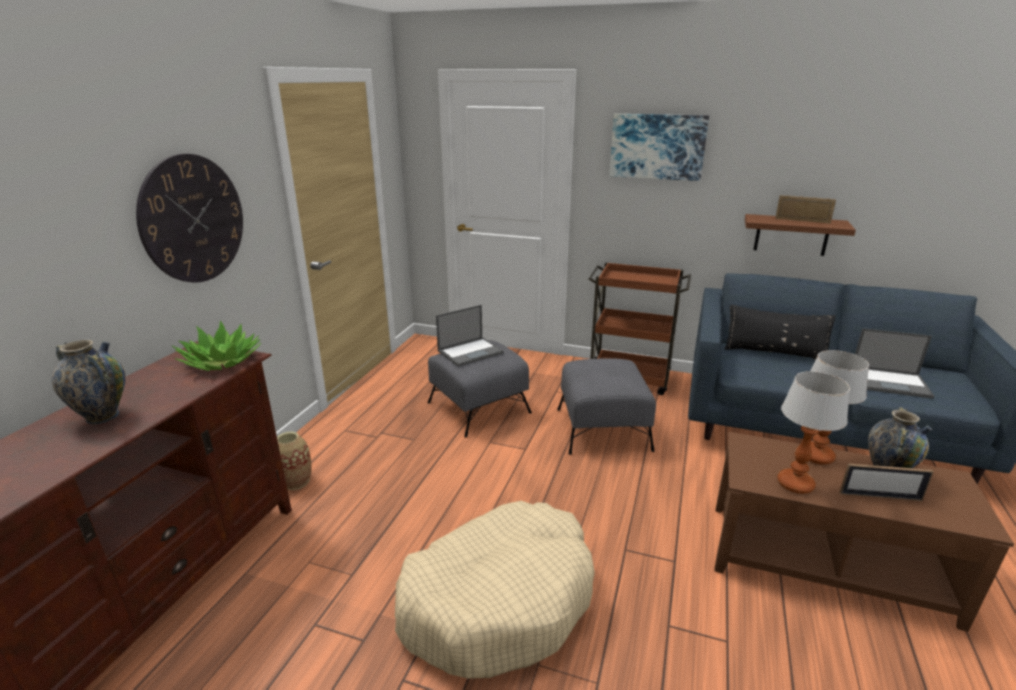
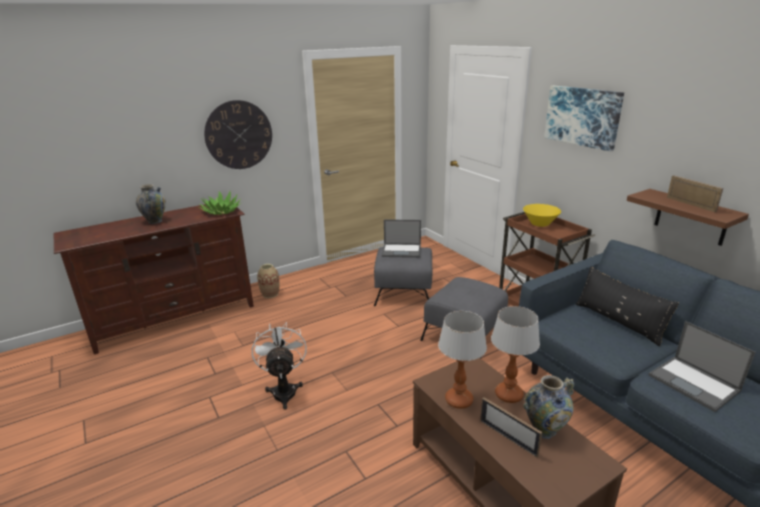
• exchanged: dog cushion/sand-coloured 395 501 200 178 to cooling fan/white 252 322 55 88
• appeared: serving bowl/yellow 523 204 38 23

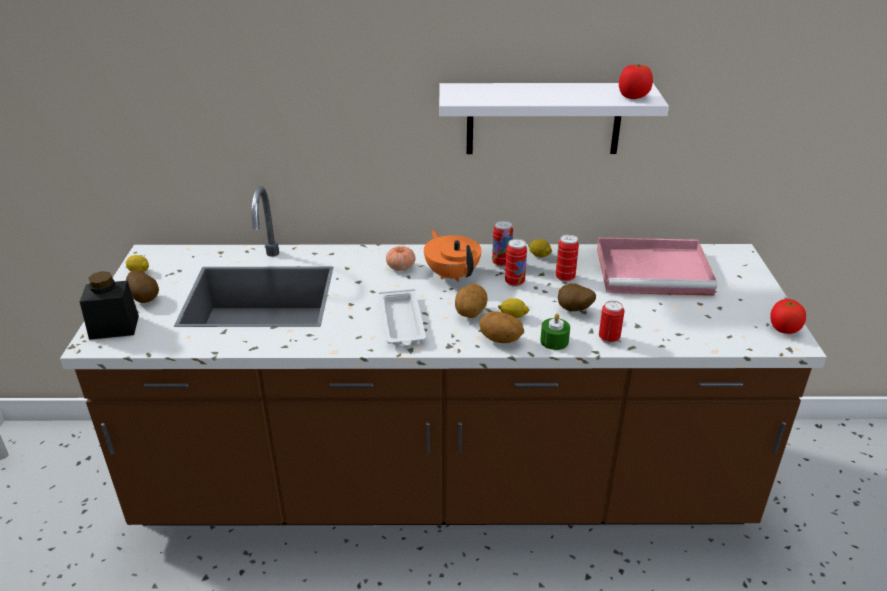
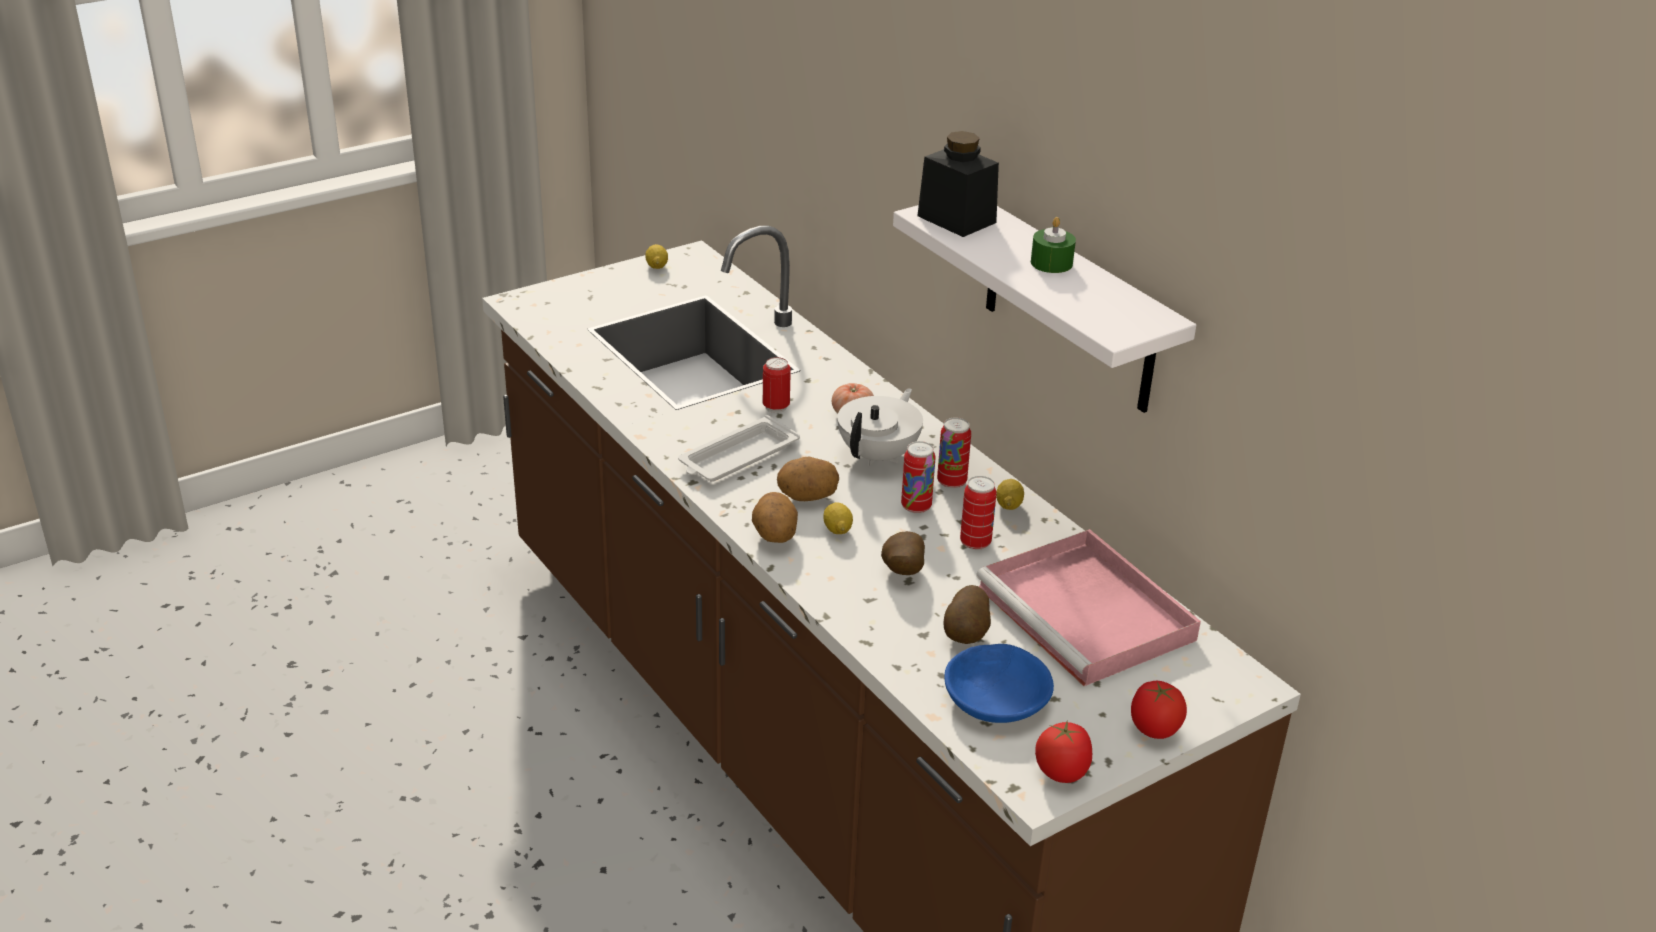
• relocated: whole tomato 619 64 34 35 to 1131 681 56 58
• colour: tea pot/orange 424 230 57 52 to tea pot/white 838 388 85 78
• relocated: spud 126 270 33 33 to 944 585 47 59
• relocated: jar/blackish 80 271 59 69 to 917 131 82 106
• relocated: metal can 599 301 26 43 to 763 357 28 56
• relocated: wax light/greenish 540 313 30 37 to 1031 217 45 56
• appeared: serving bowl/bluish 945 644 109 79

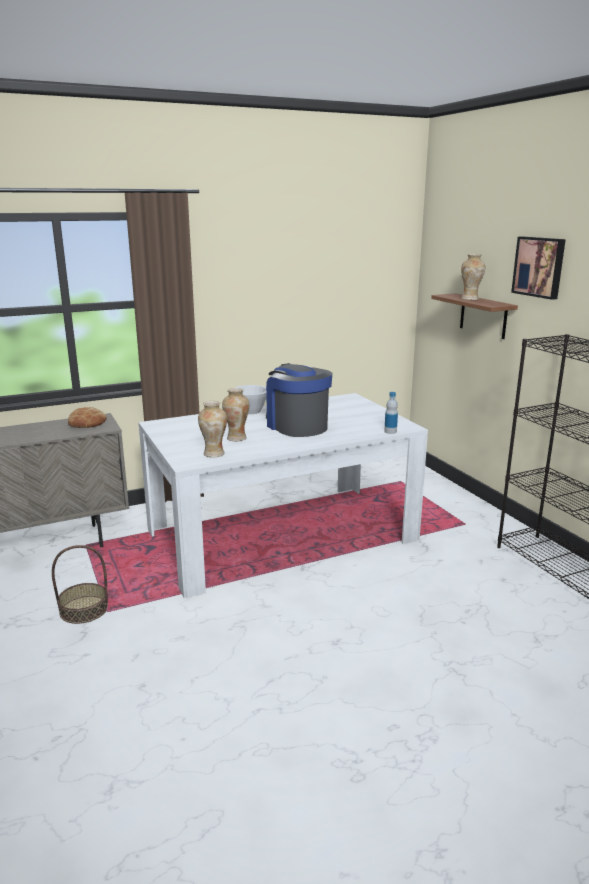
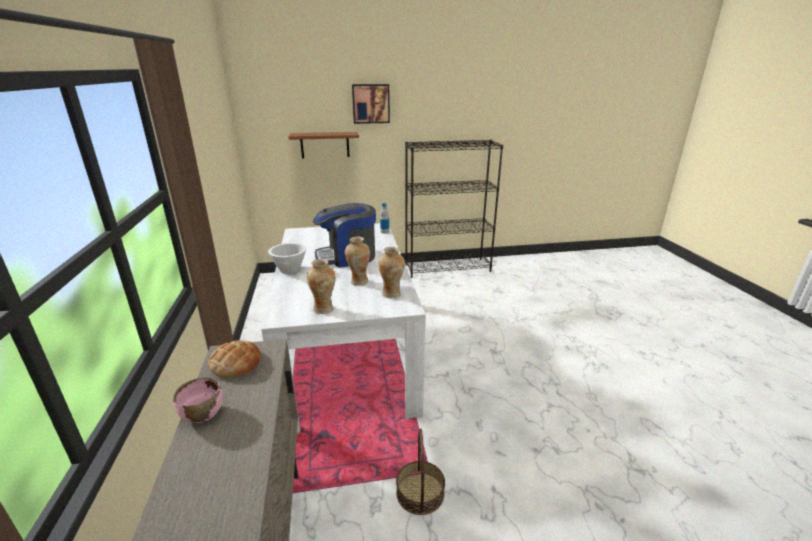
• relocated: flower vase 461 254 24 46 to 307 259 29 55
• appeared: serving bowl/pink-coloured 173 378 50 45

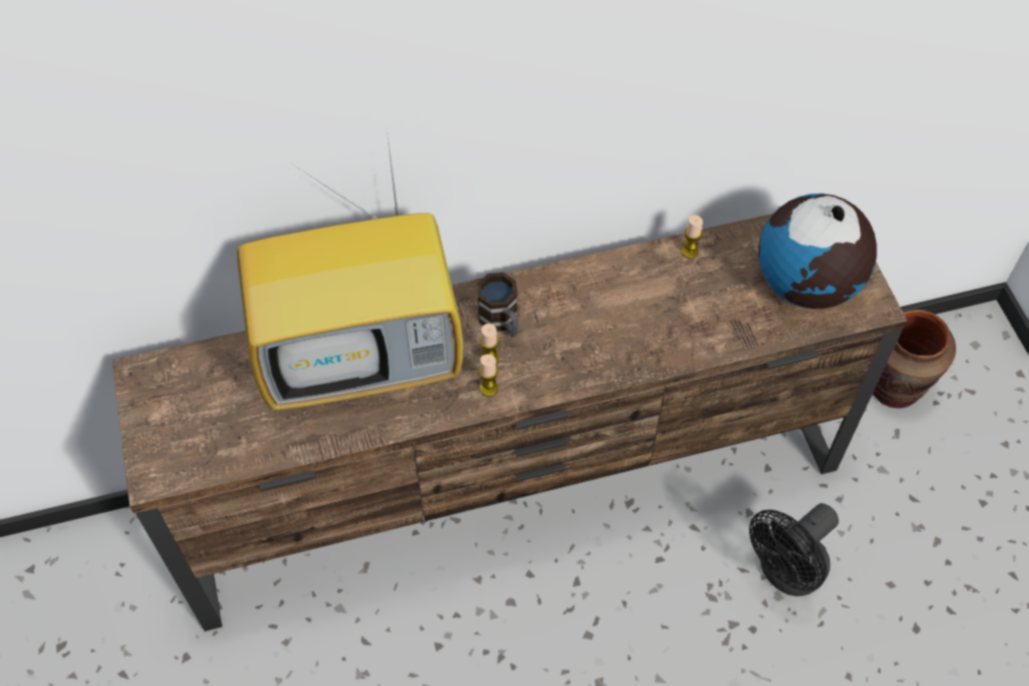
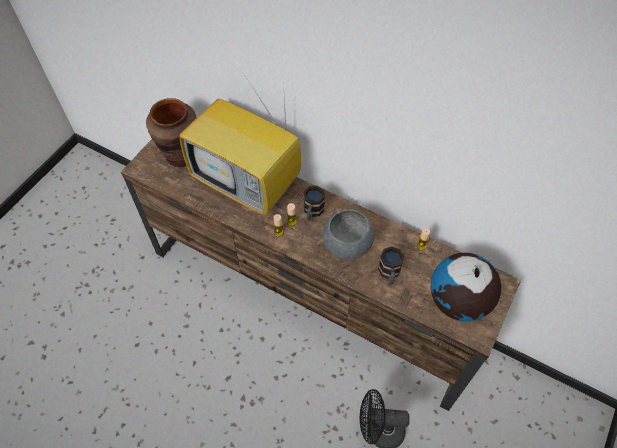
• relocated: flower vase/brown 873 309 83 99 to 146 98 51 69
• appeared: serving bowl/greyish 323 209 52 51
• appeared: mug 378 246 26 39

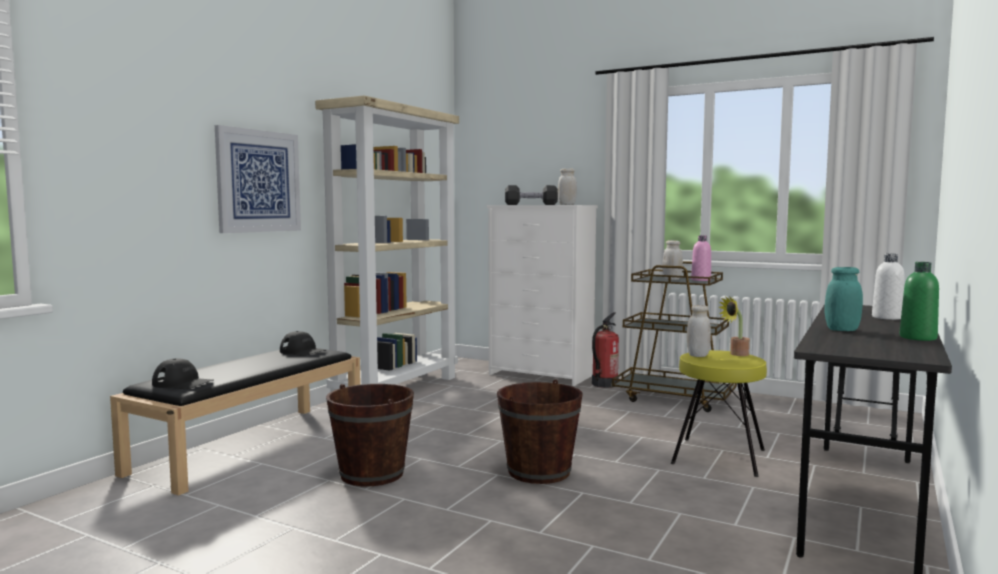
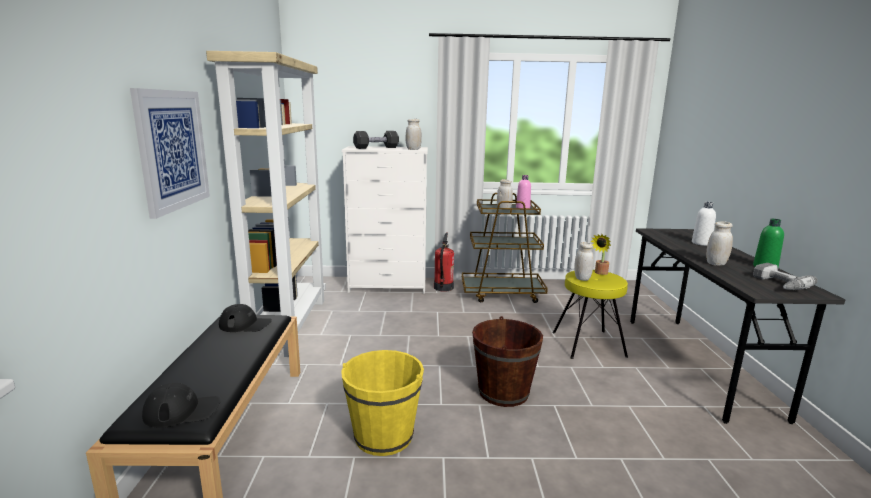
• colour: jar/blue-green 824 267 39 64 to jar/white 706 221 27 45
• colour: water bucket/brown 326 384 88 102 to water bucket/yellow 341 350 83 106
• appeared: power drill 753 263 65 27

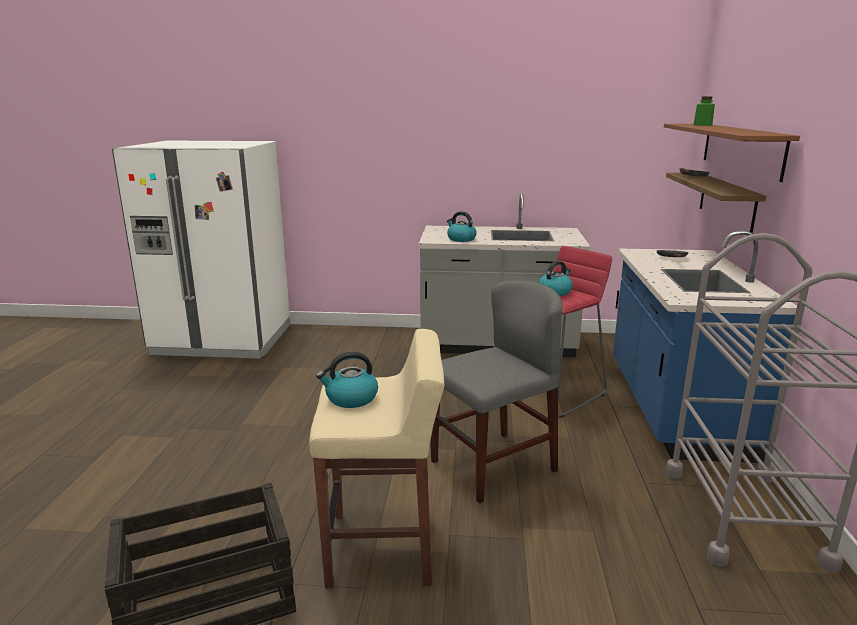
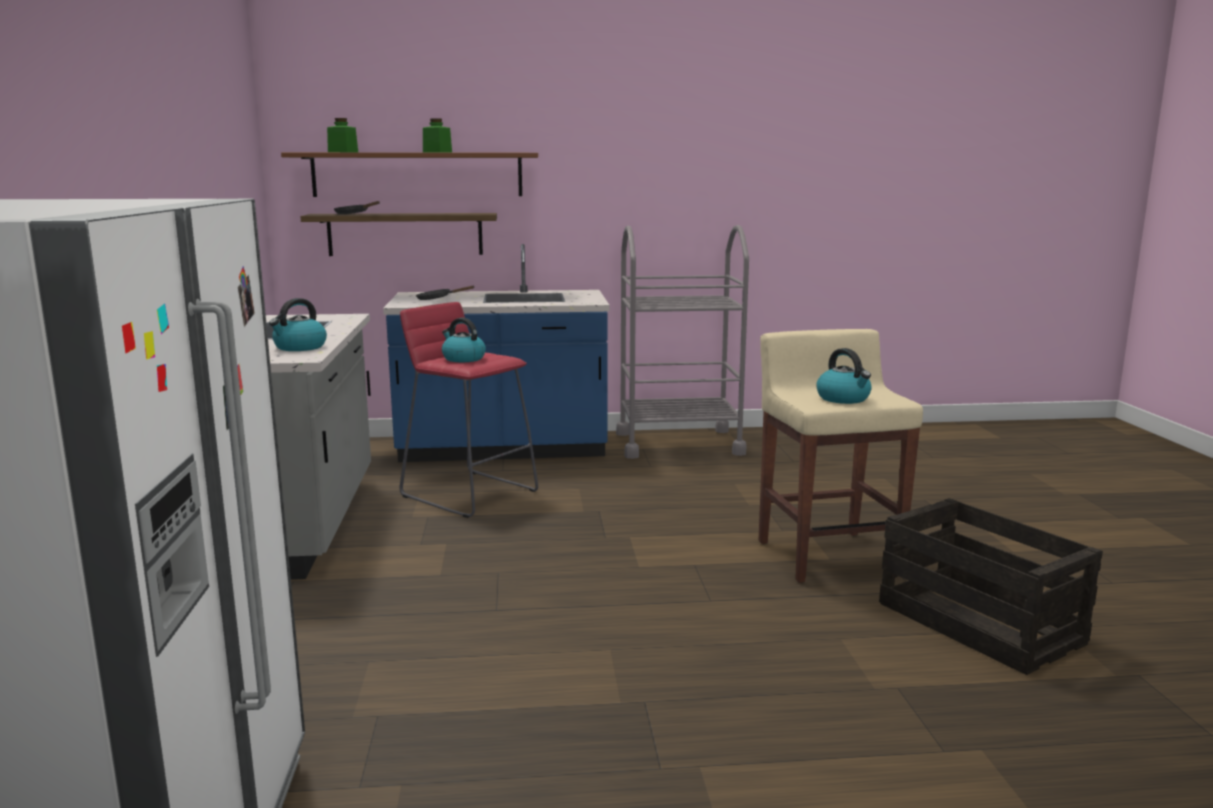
• missing: upright chair/greyish 431 281 131 223
• appeared: jar/greenish 423 118 29 35

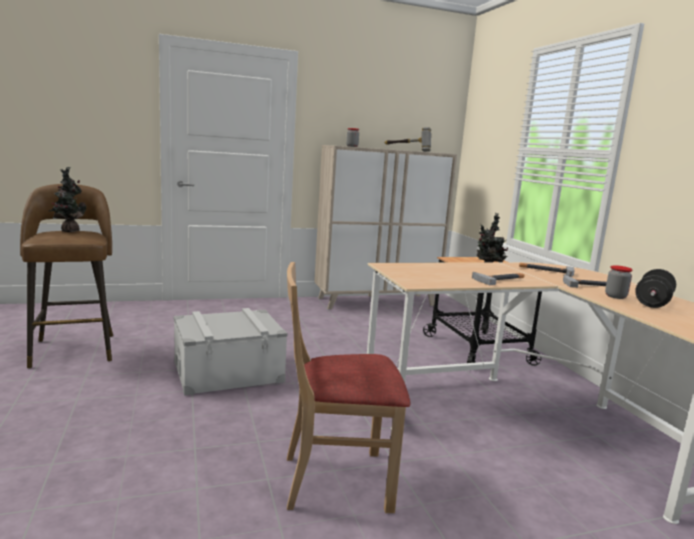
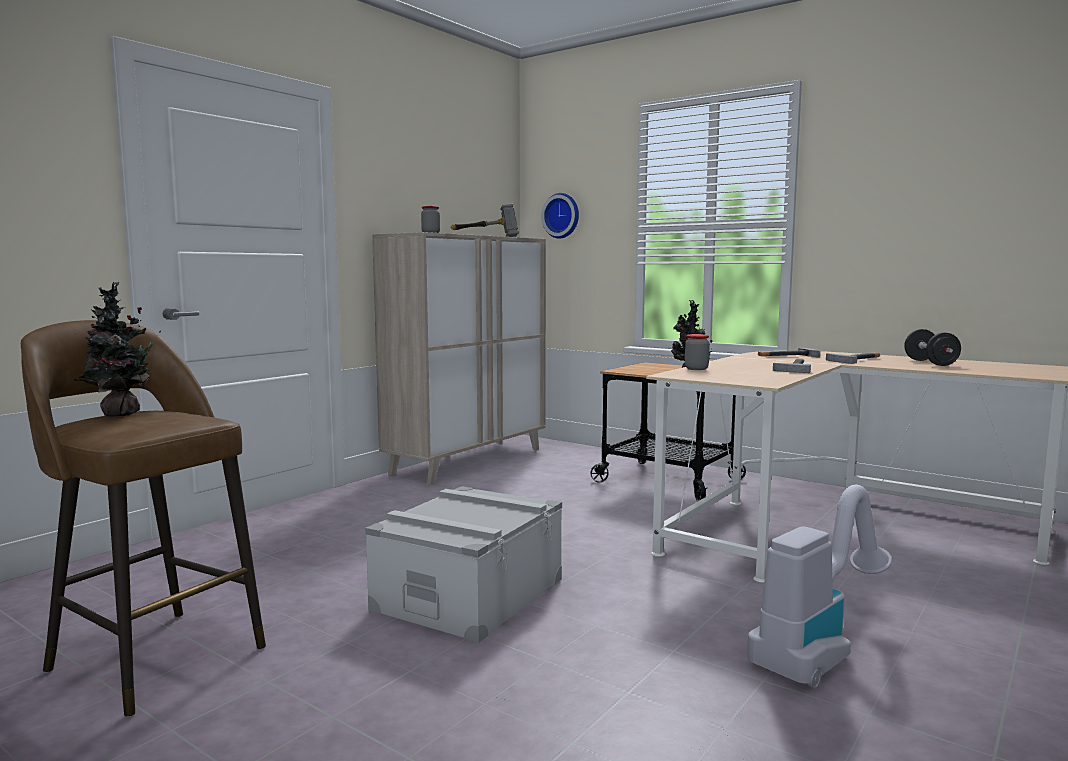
• exchanged: upright chair/sand-coloured 287 262 123 251 to vacuum 747 484 145 205
• relocated: jar 605 265 27 34 to 685 334 25 36
• appeared: hanging clock 541 193 38 46

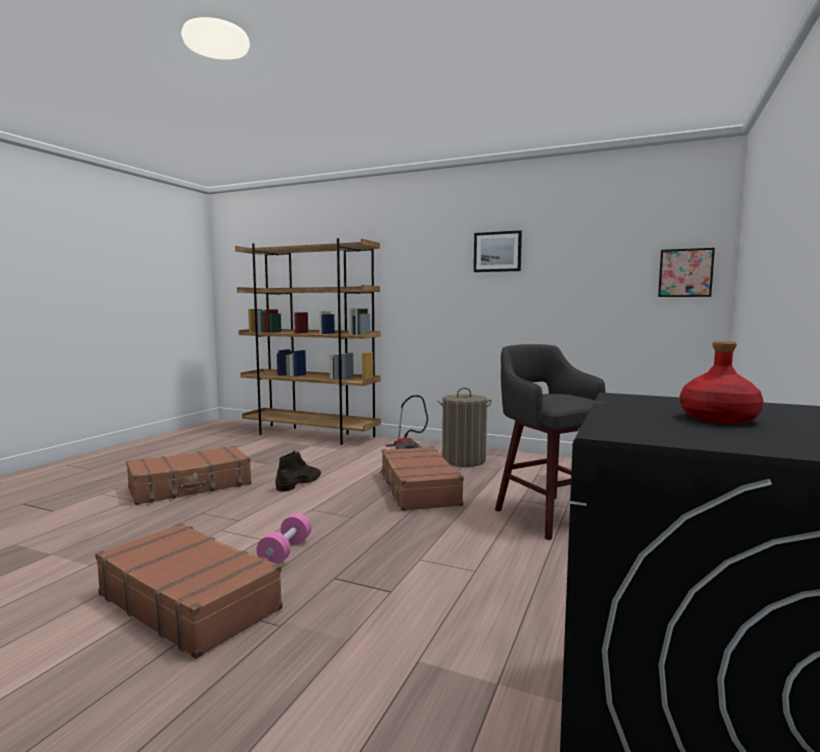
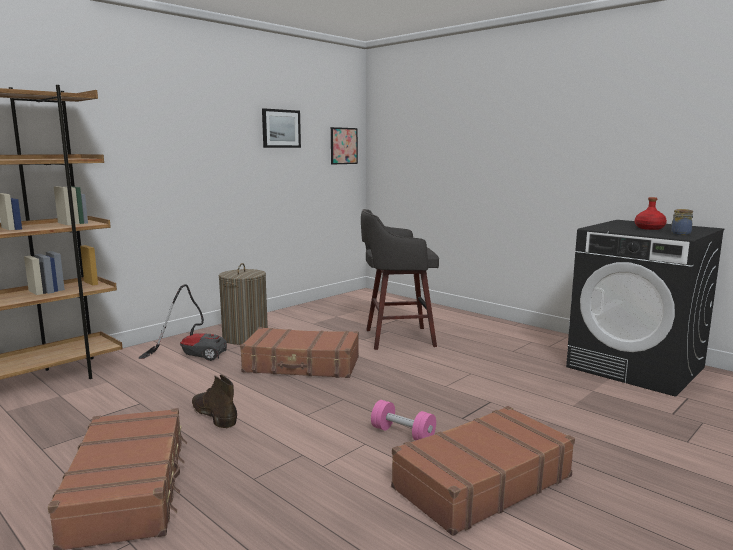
• relocated: wall picture 474 230 48 42 to 262 108 39 40
• appeared: jar 671 209 22 26

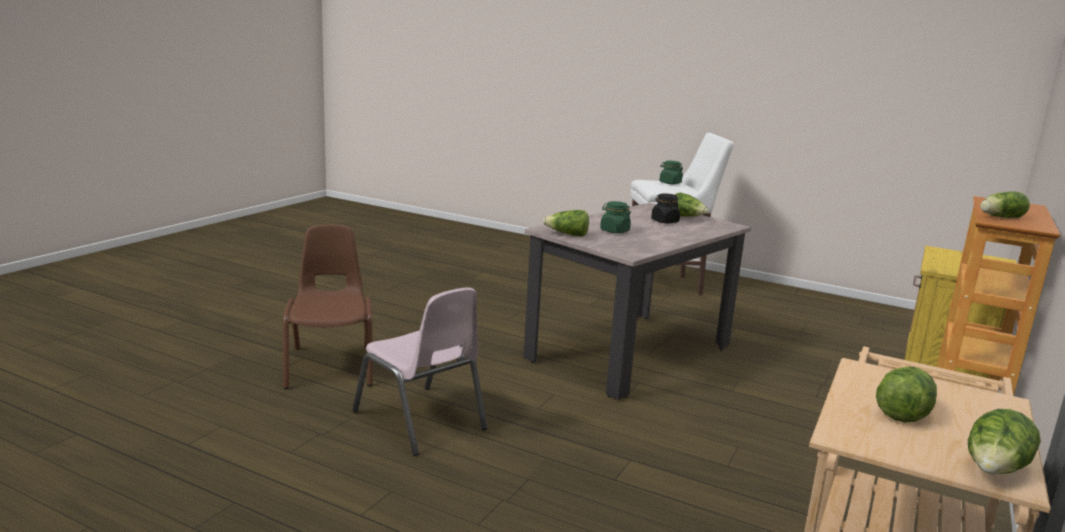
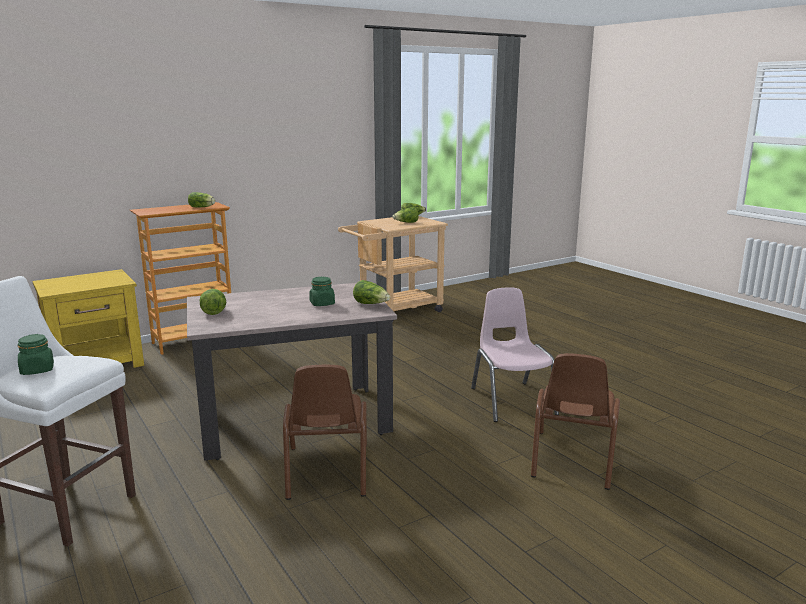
• missing: jar/blackish 651 193 29 30
• appeared: upright chair/brown 283 365 84 135

